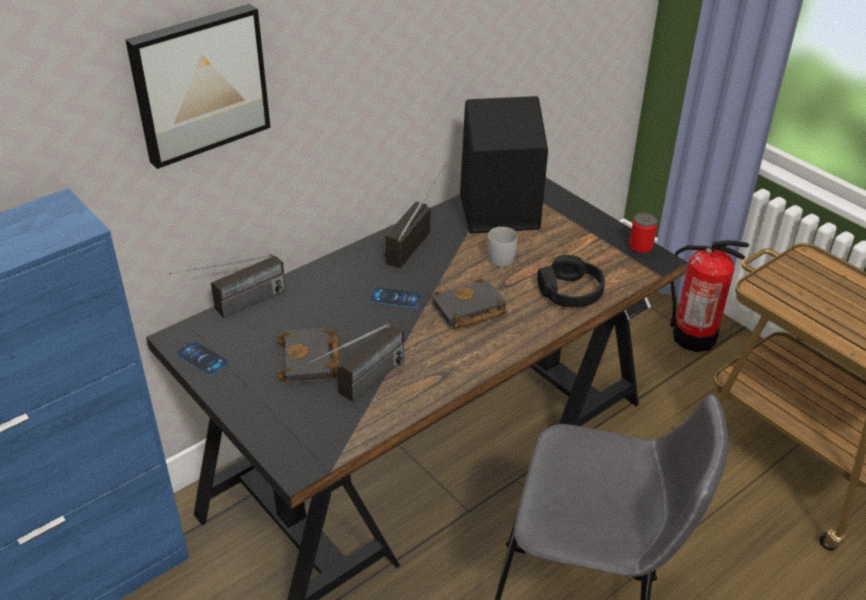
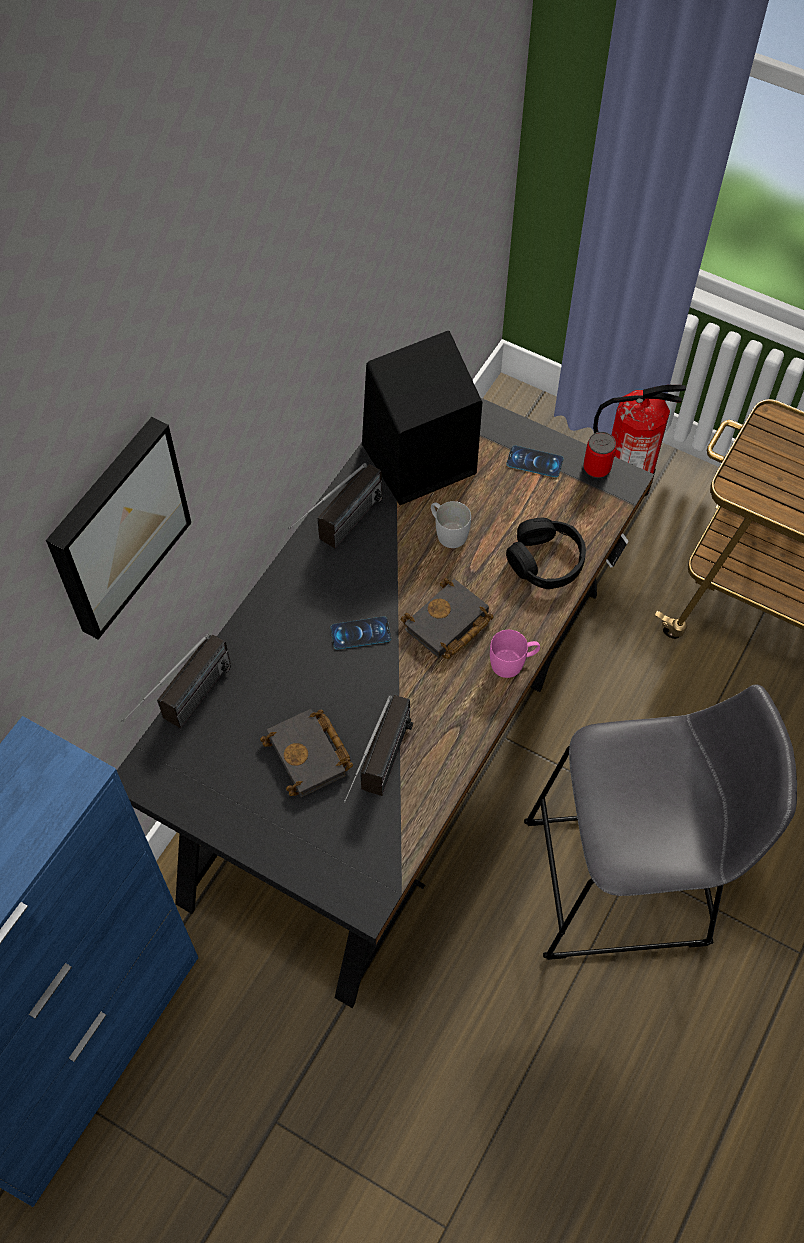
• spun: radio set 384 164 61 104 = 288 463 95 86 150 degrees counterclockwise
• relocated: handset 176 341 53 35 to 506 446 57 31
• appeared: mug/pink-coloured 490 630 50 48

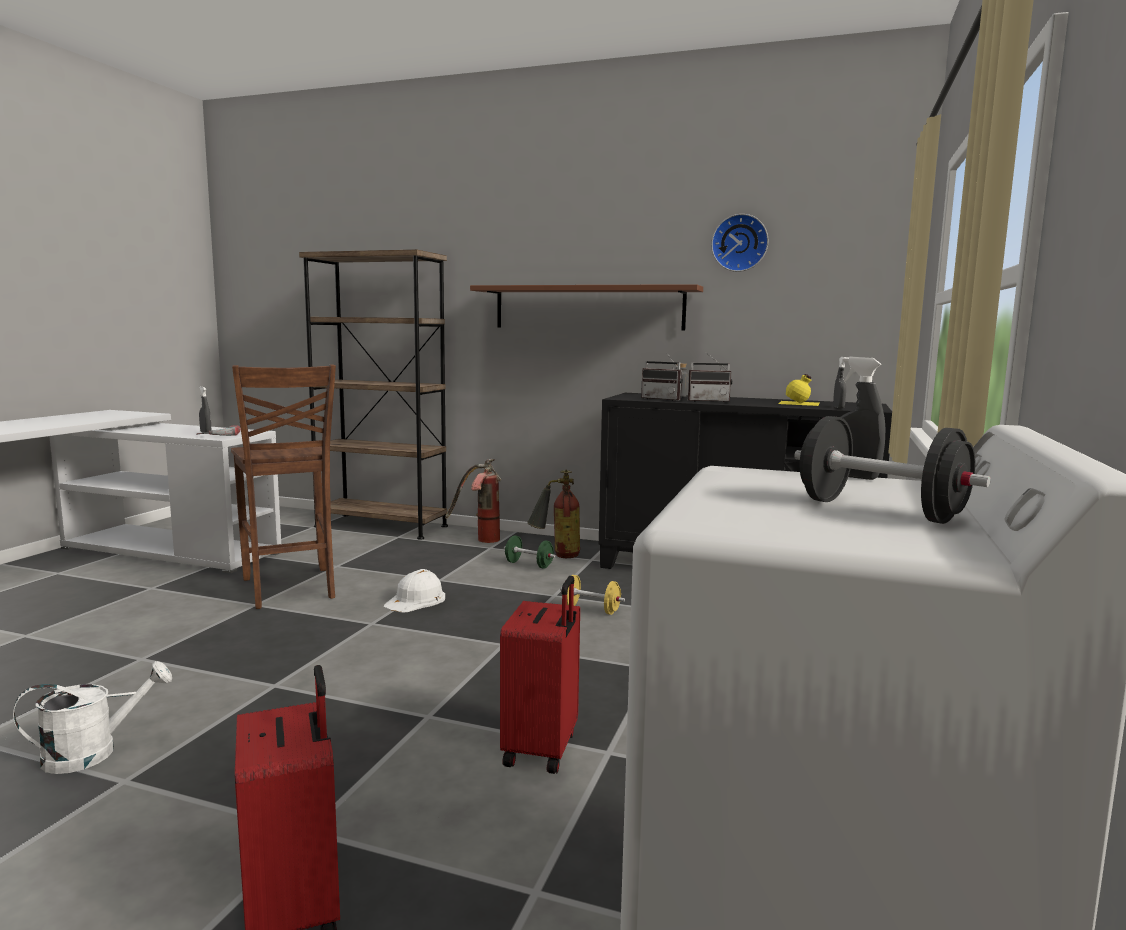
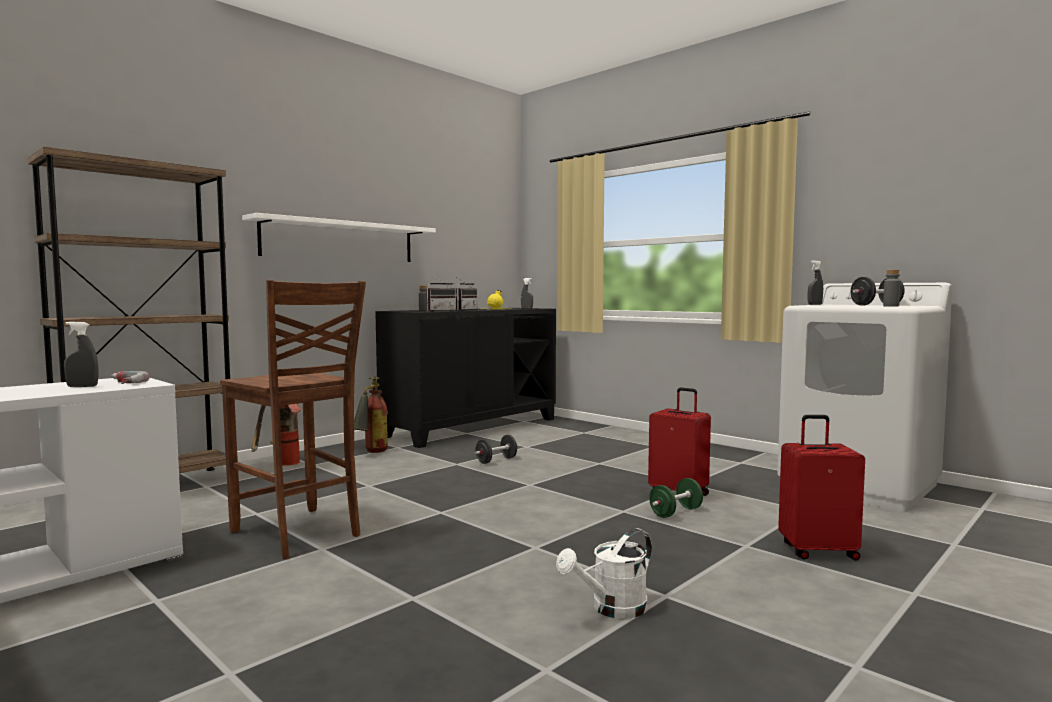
• missing: hanging clock 711 214 57 58
• colour: shelf/brown 470 284 233 46 to shelf/white 242 213 194 49
• spun: upright chair/brown 231 365 105 244 = 220 279 146 280 45 degrees clockwise
• relocated: hand weight/greenish 504 535 51 34 to 649 478 54 40
• missing: work helmet/white 384 569 61 44
• colour: hand weight/yellow 560 575 65 40 to hand weight/blackish 475 435 42 29
• spun: watering can/white 13 661 159 113 = 556 528 96 91 120 degrees counterclockwise
• appeared: drink bottle/greyish 883 270 18 37

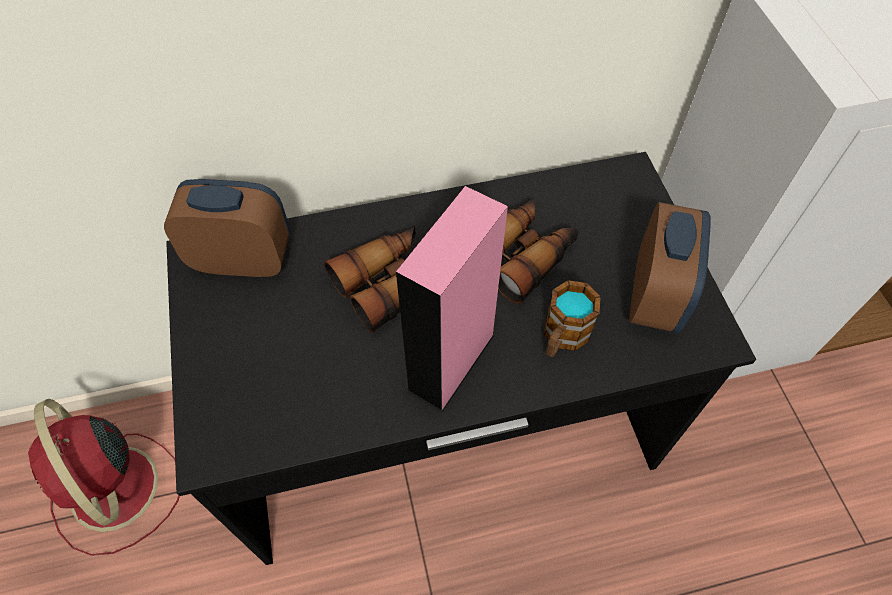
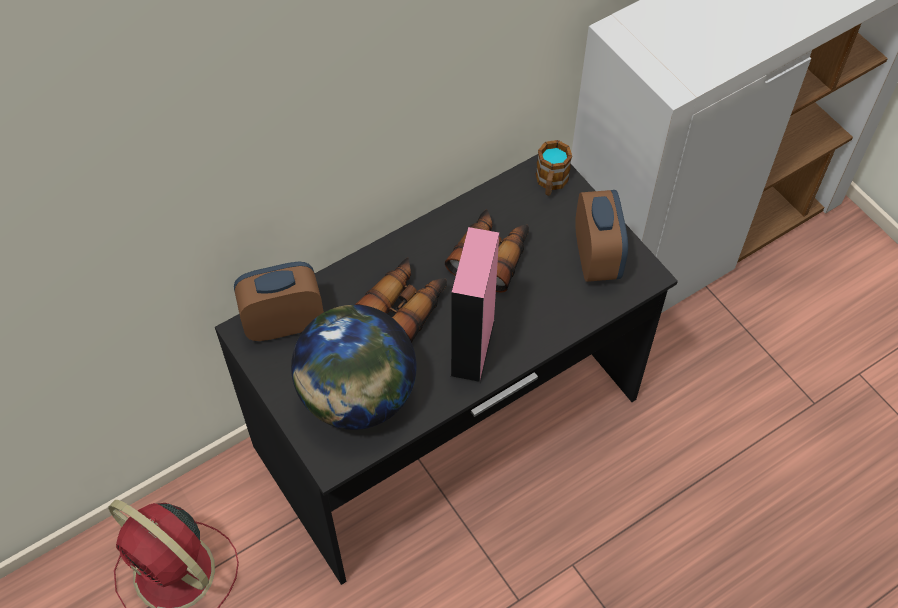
• relocated: mug 544 280 56 77 to 536 140 36 56
• appeared: world globe 291 305 125 125

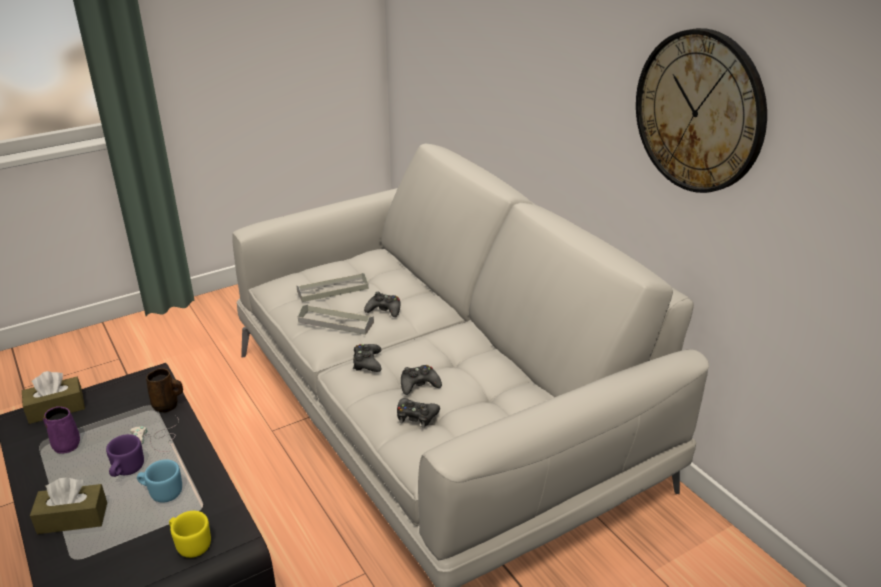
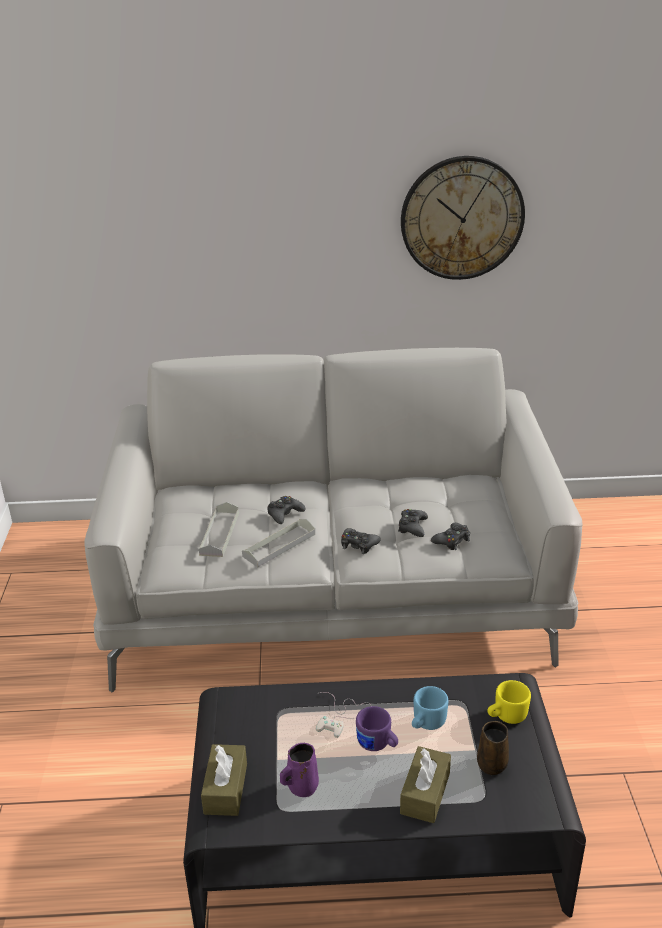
• relocated: mug/brown 146 368 37 44 to 477 721 32 54

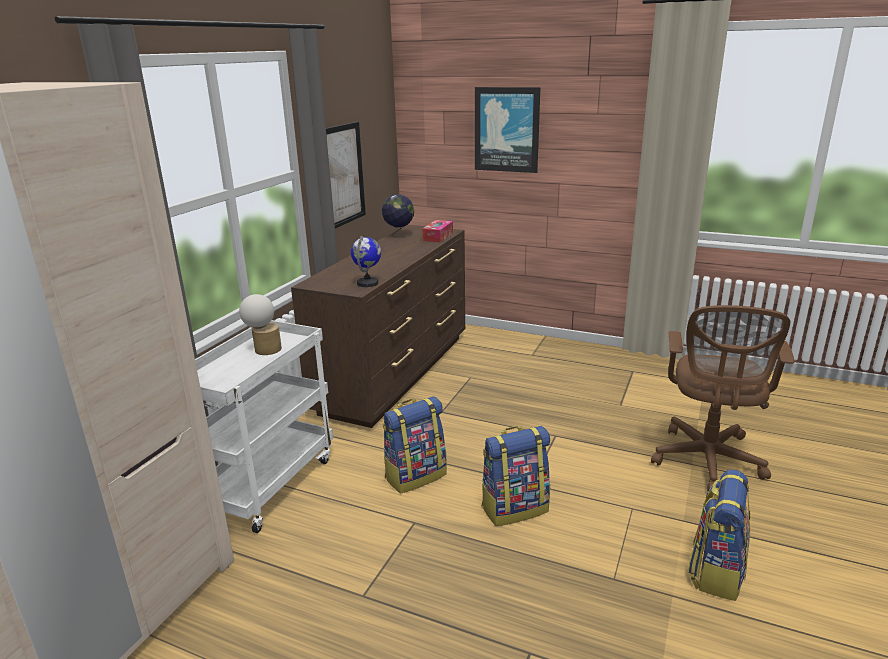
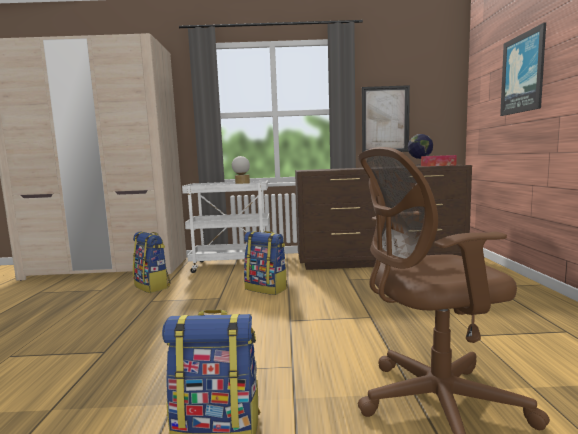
• missing: world globe 351 236 30 51
• relocated: backpack 481 426 69 100 to 133 231 38 62

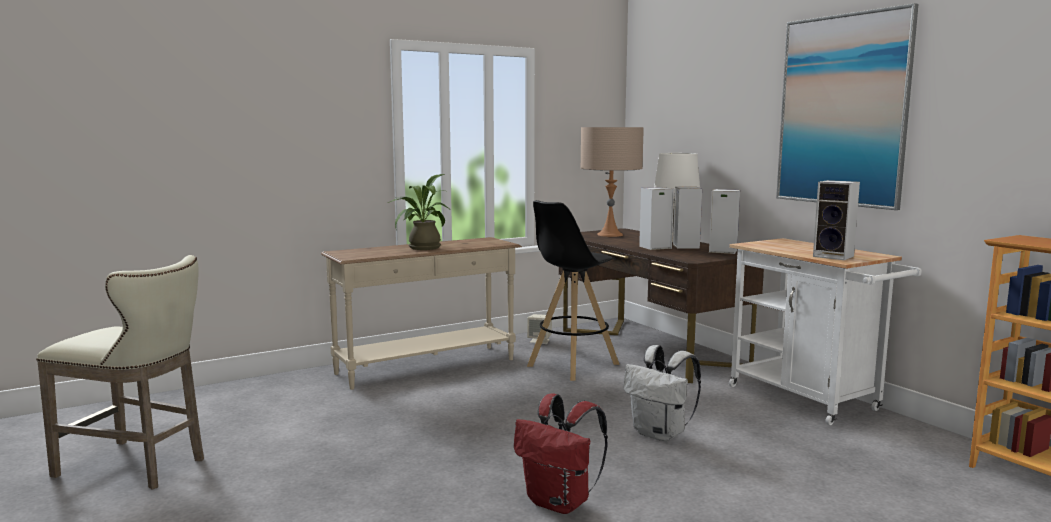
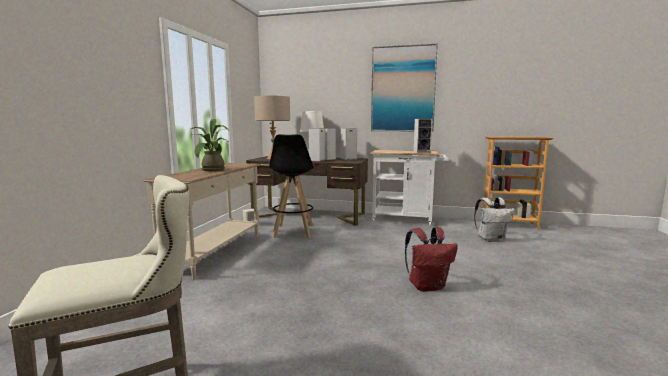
• relocated: backpack/white 623 345 78 96 to 474 197 41 45

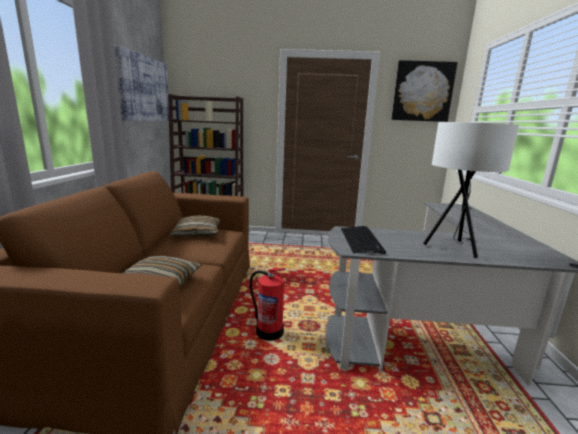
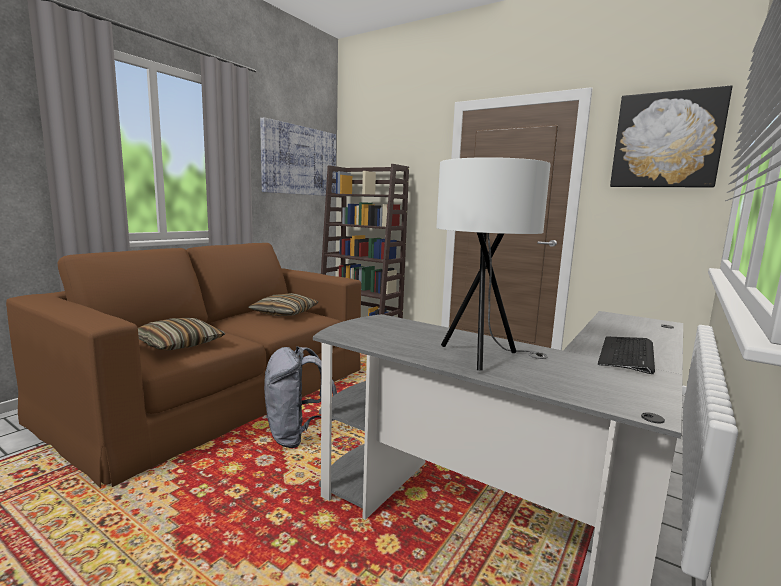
• relocated: keyboard 341 226 45 28 to 598 336 57 38
• exchanged: fire-fighting cylinder 250 268 35 73 to backpack/greyish 264 346 73 102

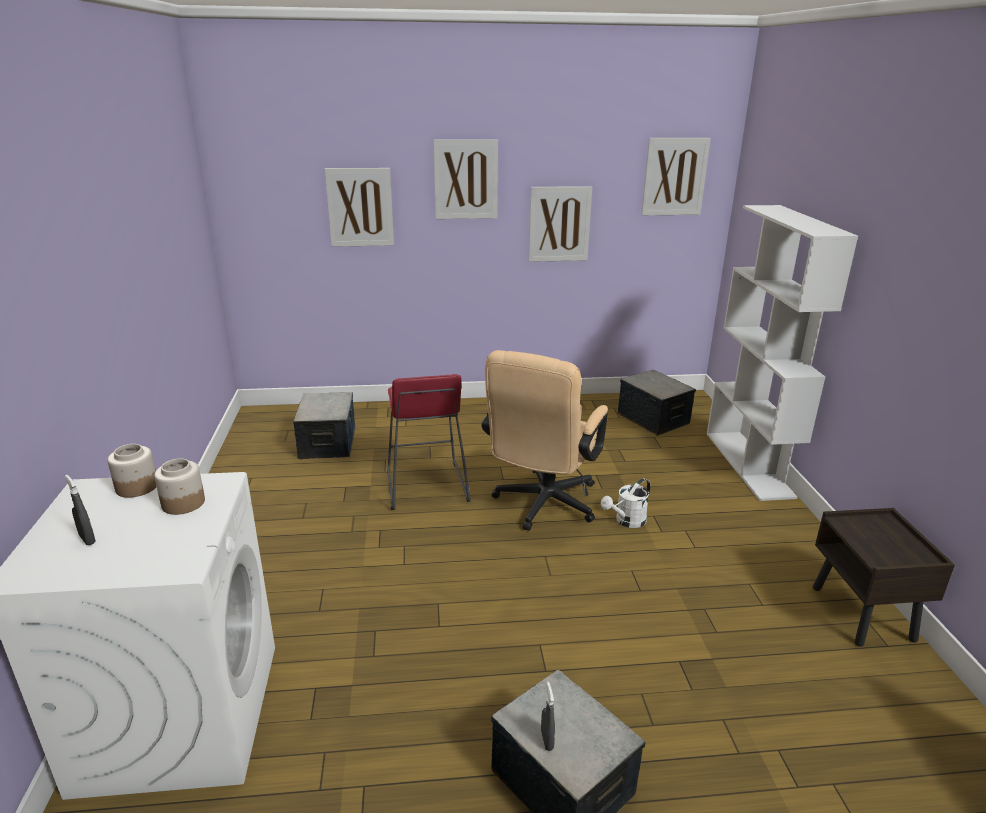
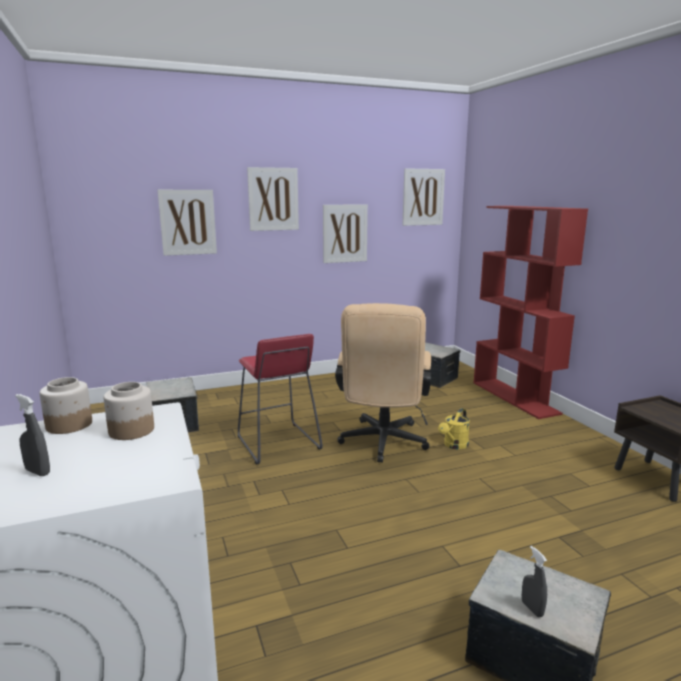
• colour: bookshelf/white 707 205 151 296 to bookshelf/reddish 474 206 114 213
• colour: watering can/white 601 478 49 50 to watering can/yellow 438 408 32 41

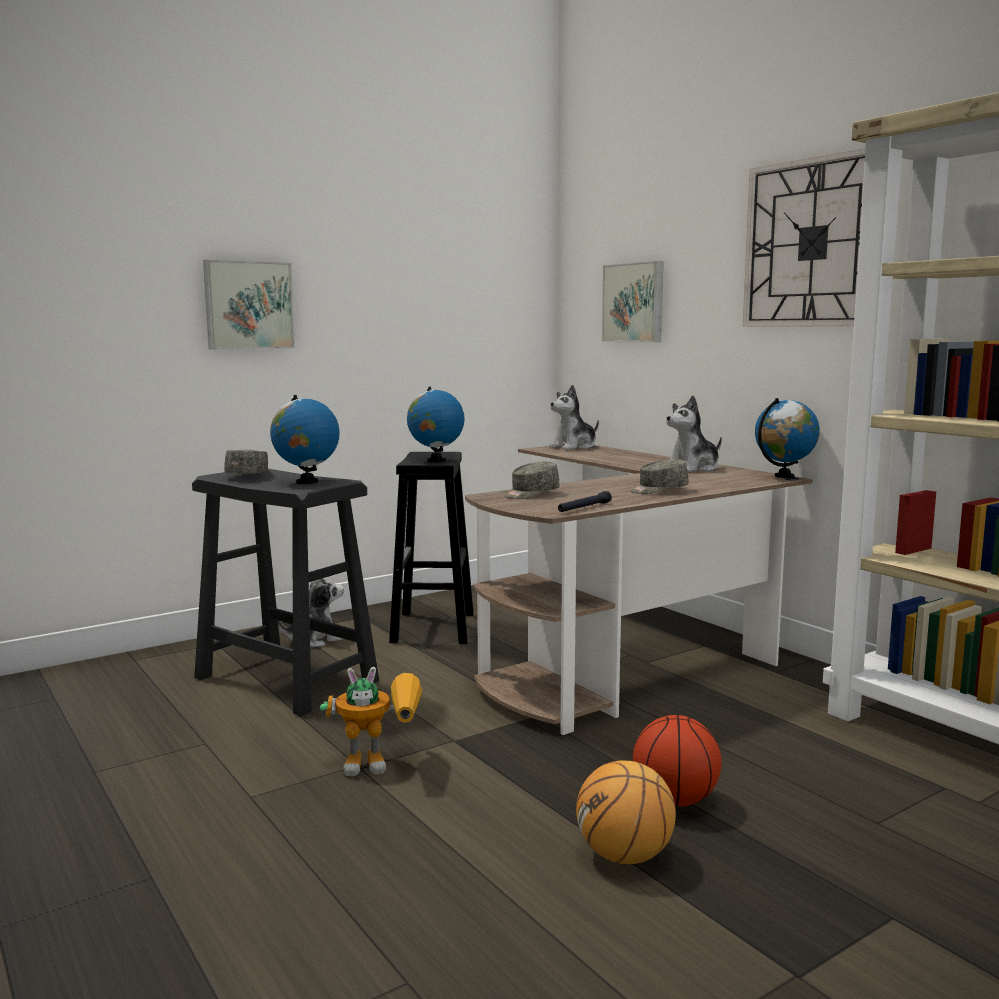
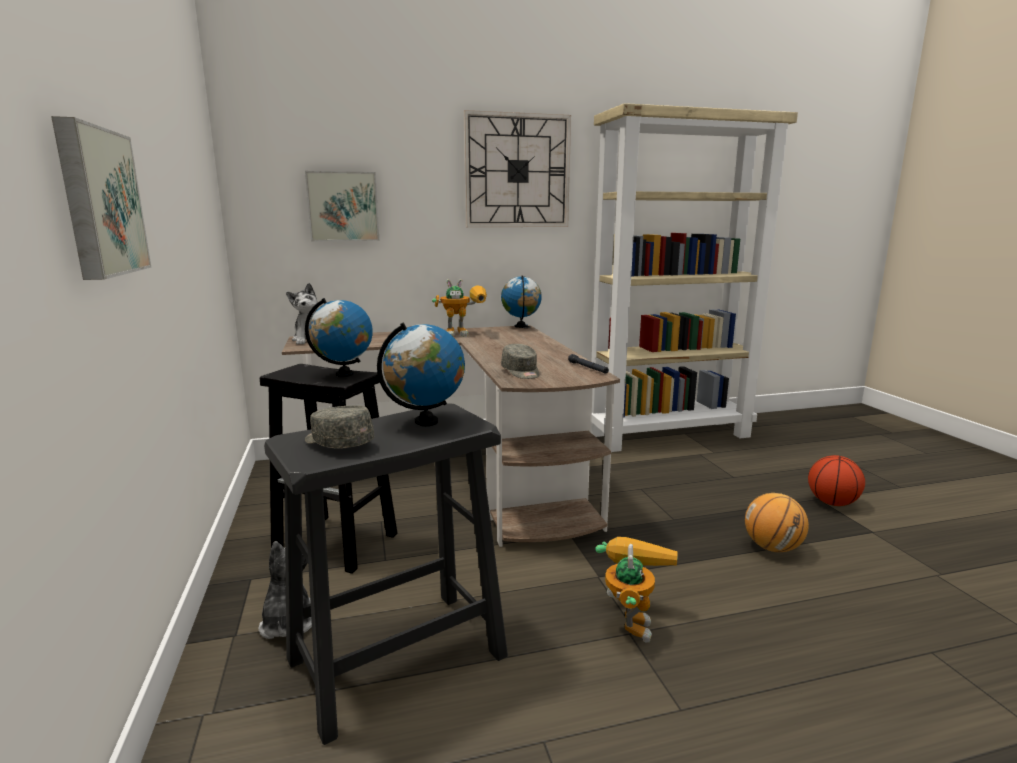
• exchanged: cuddly toy 666 395 56 77 to model robot 432 279 55 58
• missing: baseball cap/greyish 630 459 59 35
• relocated: basketball 633 715 89 92 to 808 455 57 51

